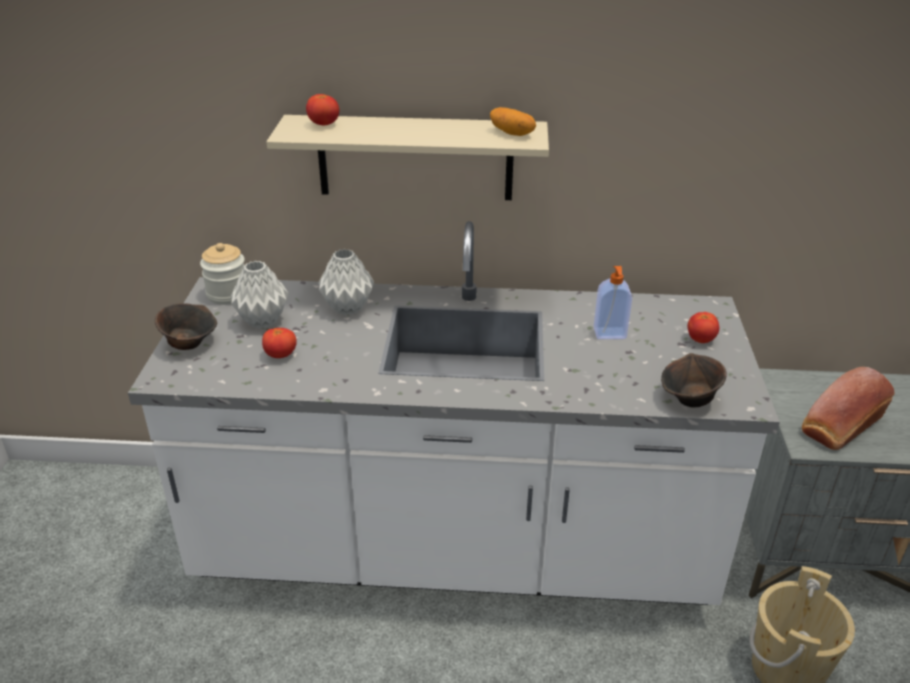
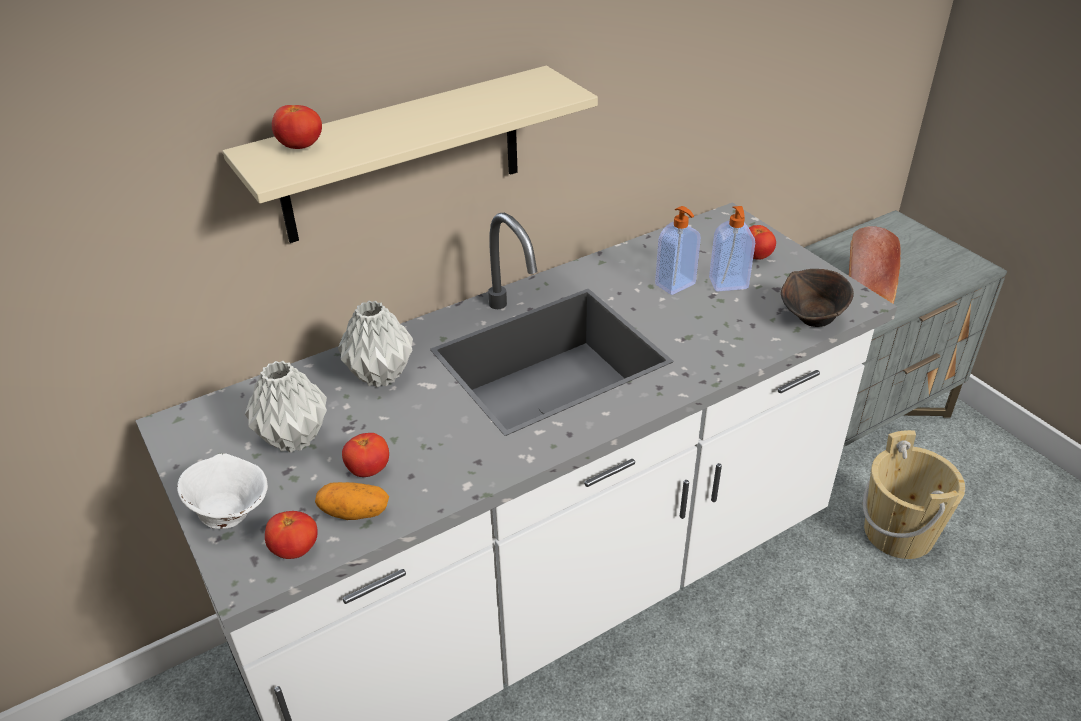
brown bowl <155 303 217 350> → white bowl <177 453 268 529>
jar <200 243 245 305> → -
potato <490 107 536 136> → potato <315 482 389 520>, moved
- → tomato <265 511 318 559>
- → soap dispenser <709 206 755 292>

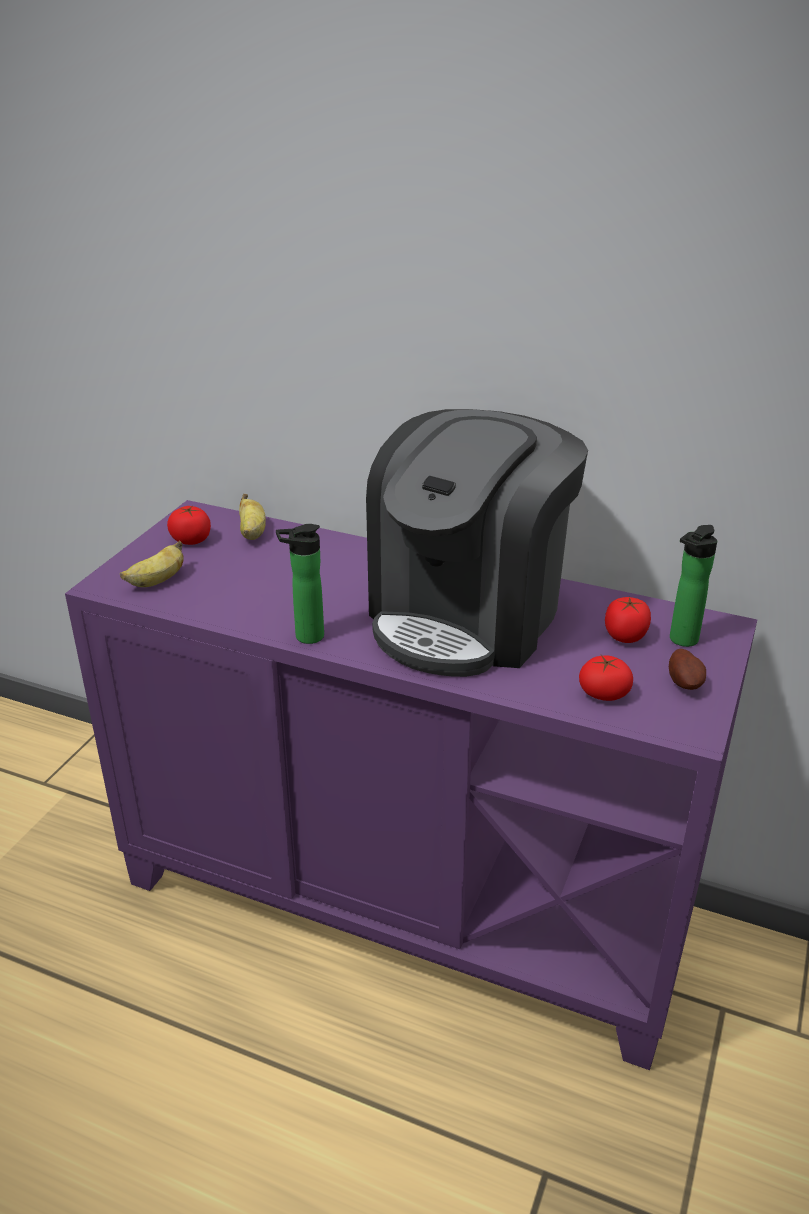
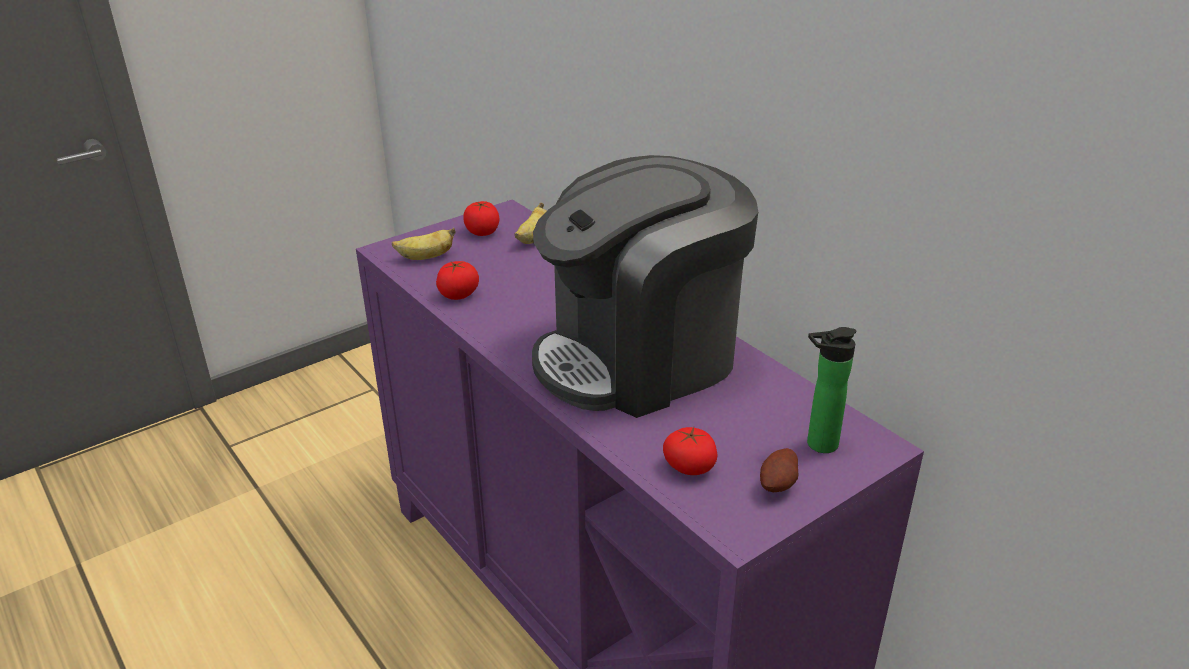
bottle <276 524 324 644> → -
tomato <605 597 651 643> → tomato <436 261 479 300>, moved

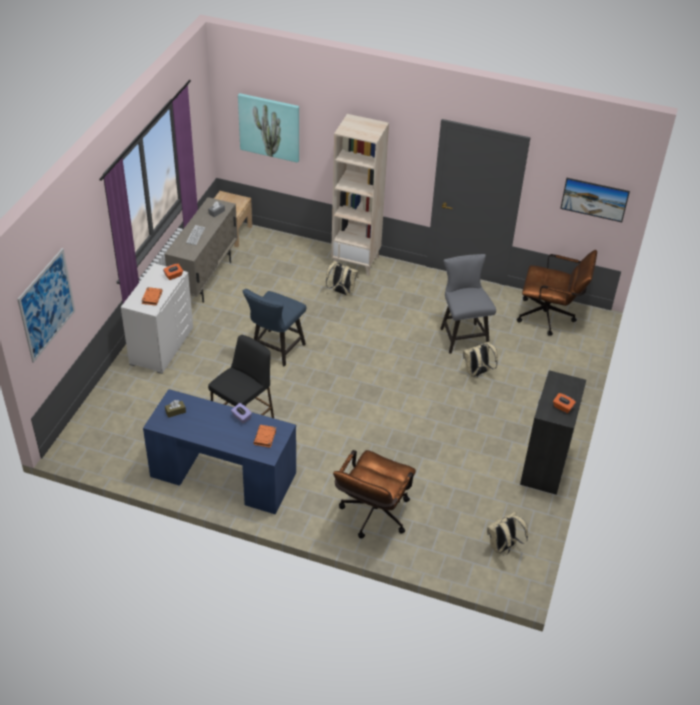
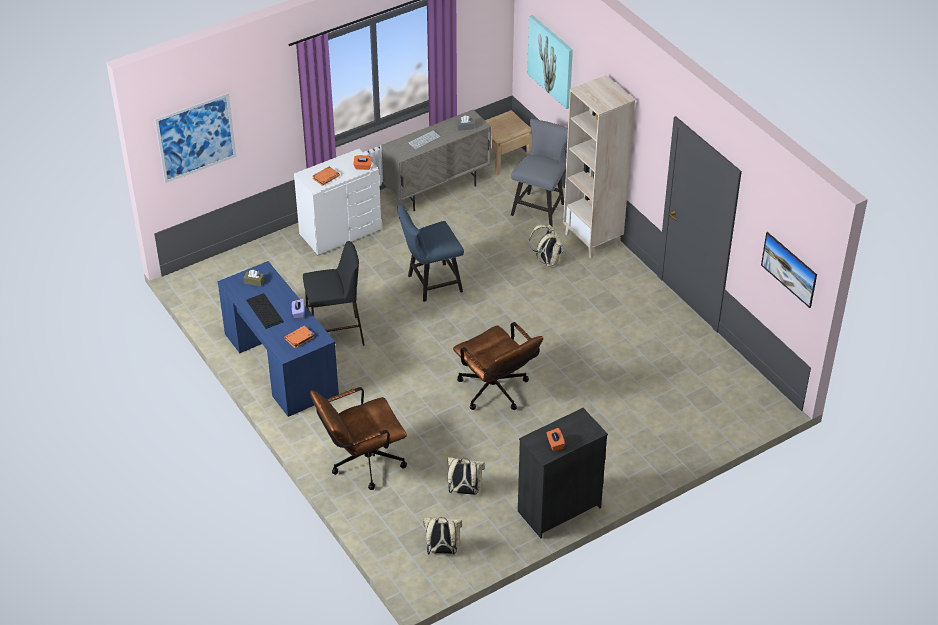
grey chair <440 254 496 354> → grey chair <511 119 568 226>, moved
beige backpack <463 341 498 377> → beige backpack <447 457 485 495>, moved
brown office chair <517 250 597 336> → brown office chair <453 322 543 410>, moved
- → keyboard <246 293 284 329>

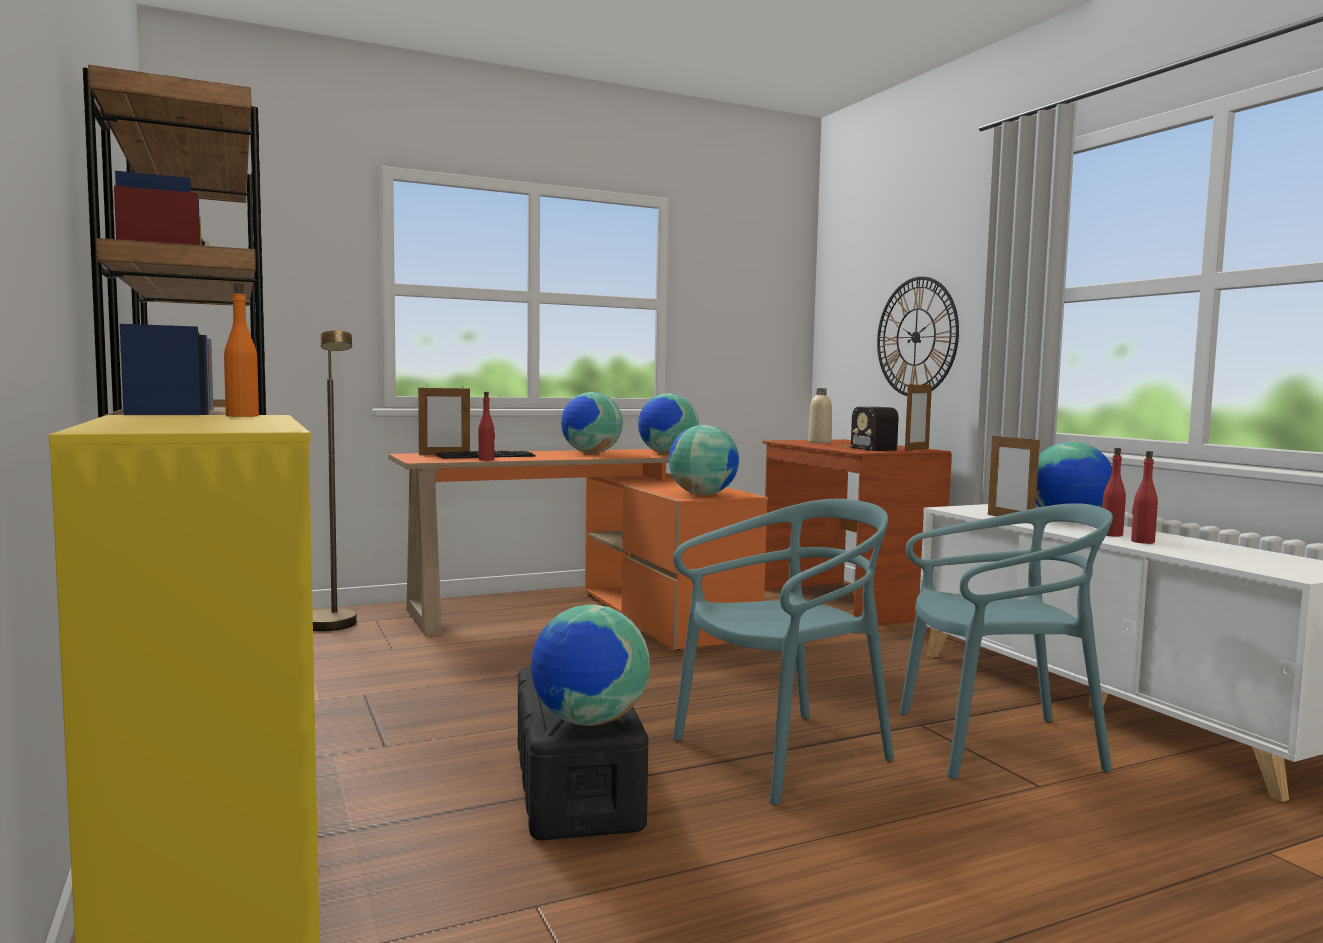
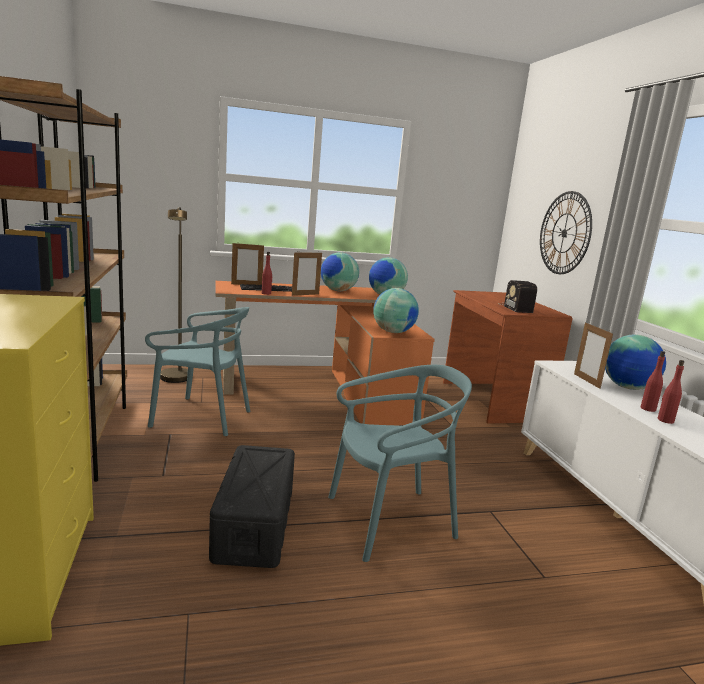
orange bottle <224 283 259 417> → -
globe <531 605 650 726> → -
beige bottle <808 388 832 443> → -
turquoise chair <899 503 1113 779> → turquoise chair <145 307 250 436>, moved
picture frame <905 385 932 451> → picture frame <292 251 322 296>, moved

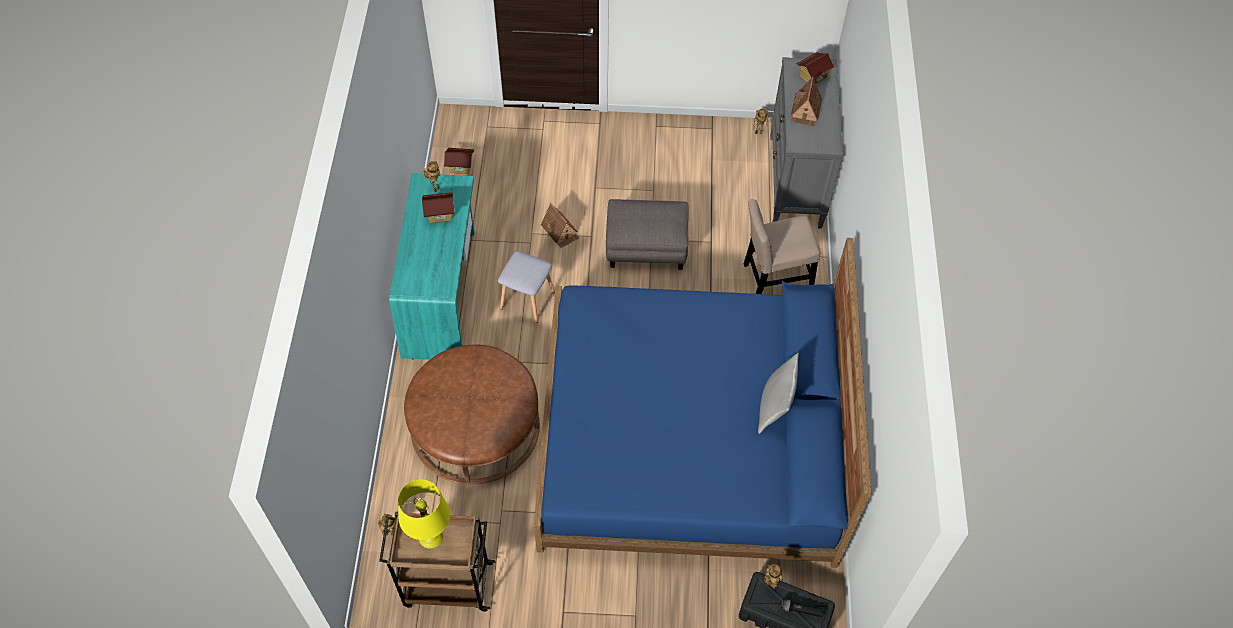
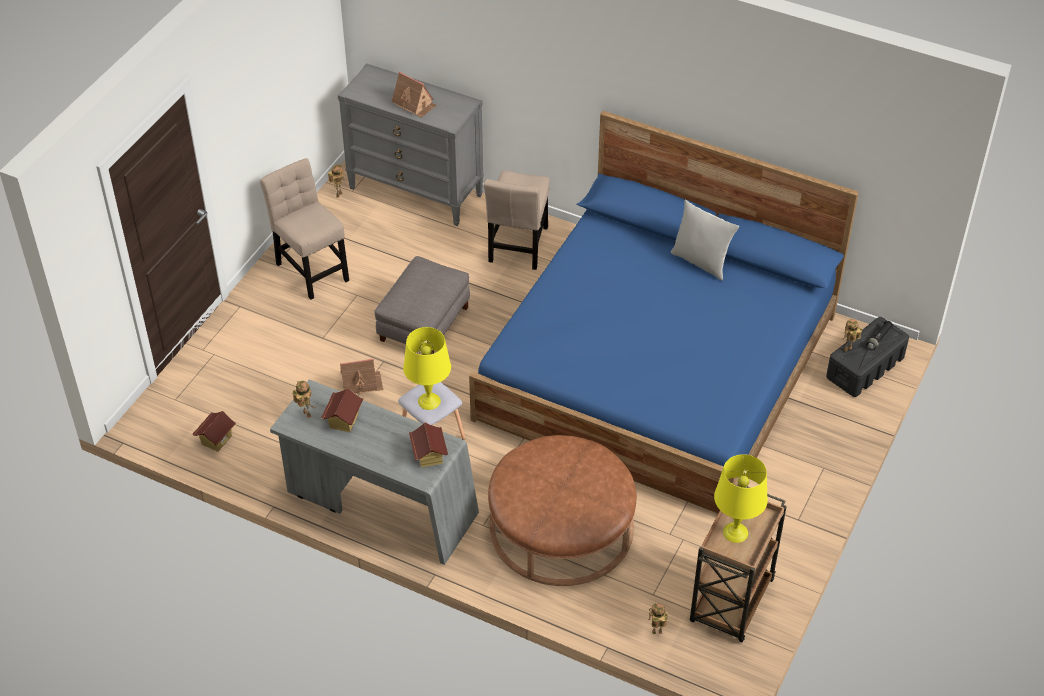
turquoise desk <389 173 475 360> → grey desk <270 379 479 565>
toy house <796 52 835 83> → toy house <409 422 448 467>, moved
- → beige chair <260 158 349 300>
- → yellow table lamp <403 327 451 410>

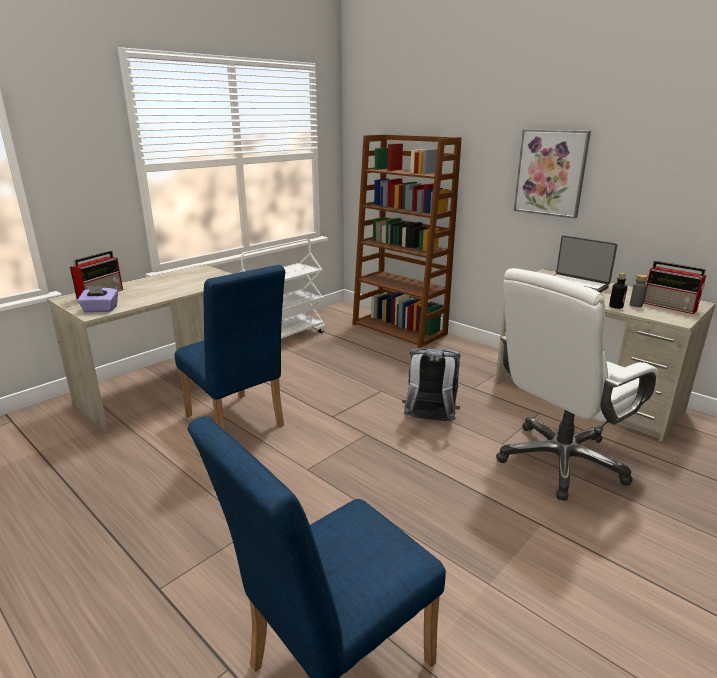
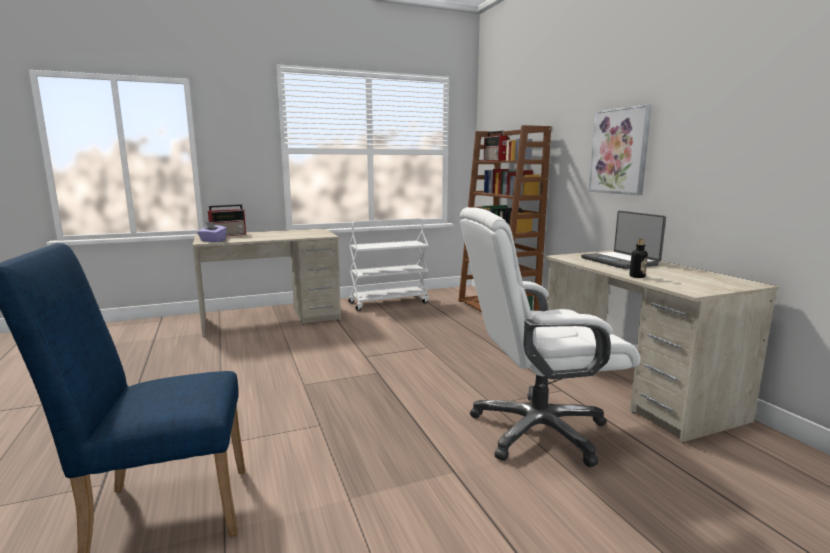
blue chair <175 265 285 431> → -
grey backpack <402 349 461 421> → -
grey bottle <630 274 648 307> → -
radio <644 261 706 314> → radio <484 131 509 161>, moved

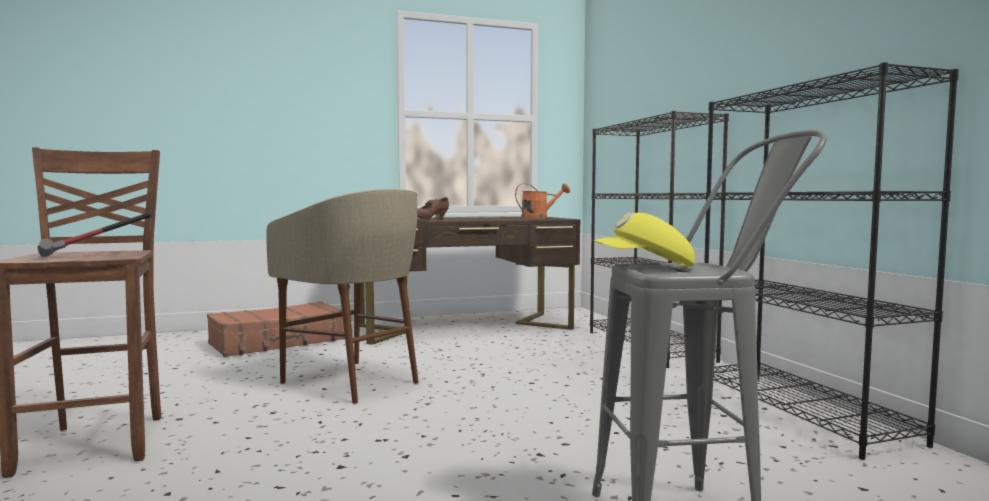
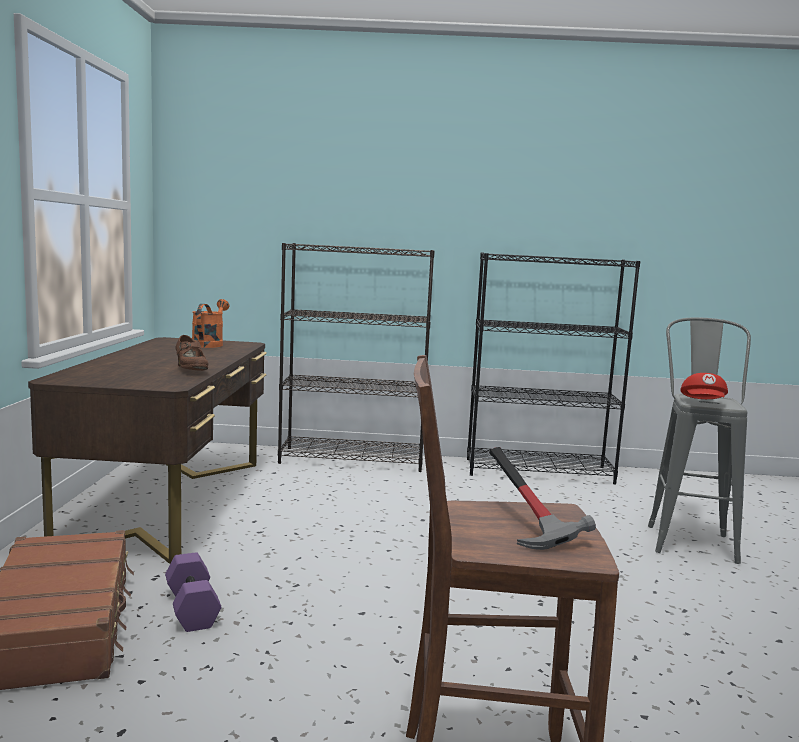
beige stool <266 189 419 403> → -
yellow cap <593 212 695 267> → red cap <680 373 728 399>
- → purple dumbbell <165 552 221 632>

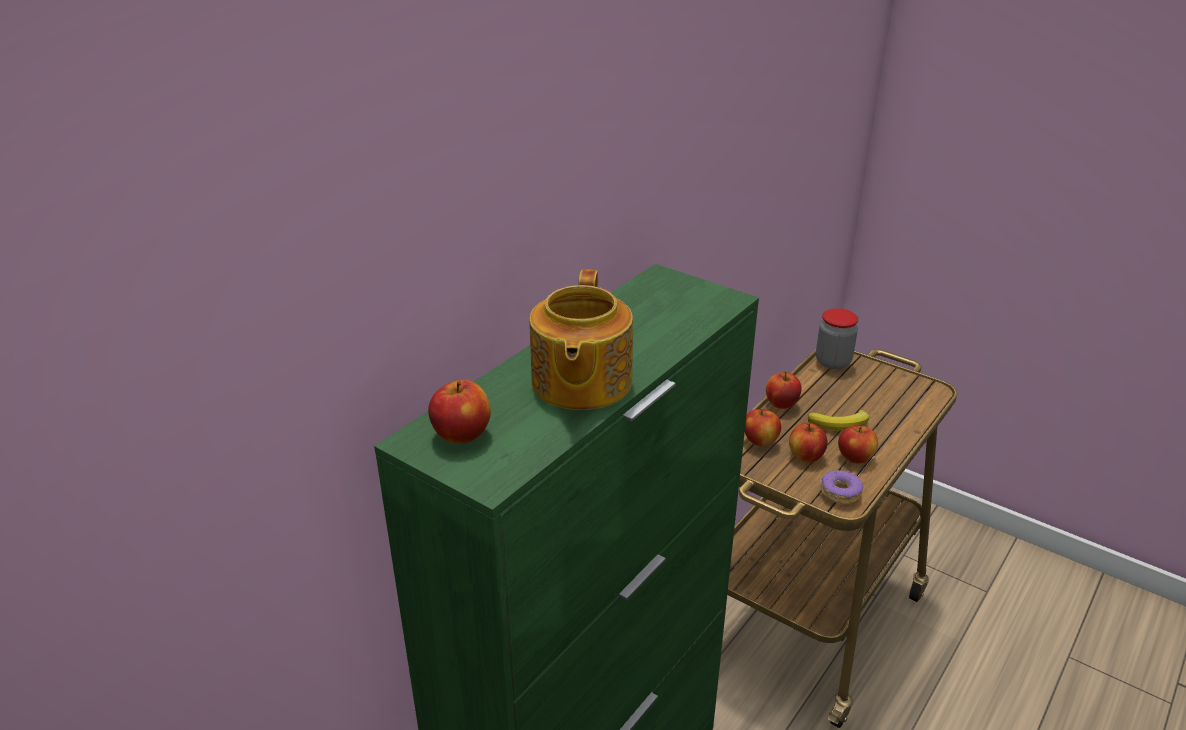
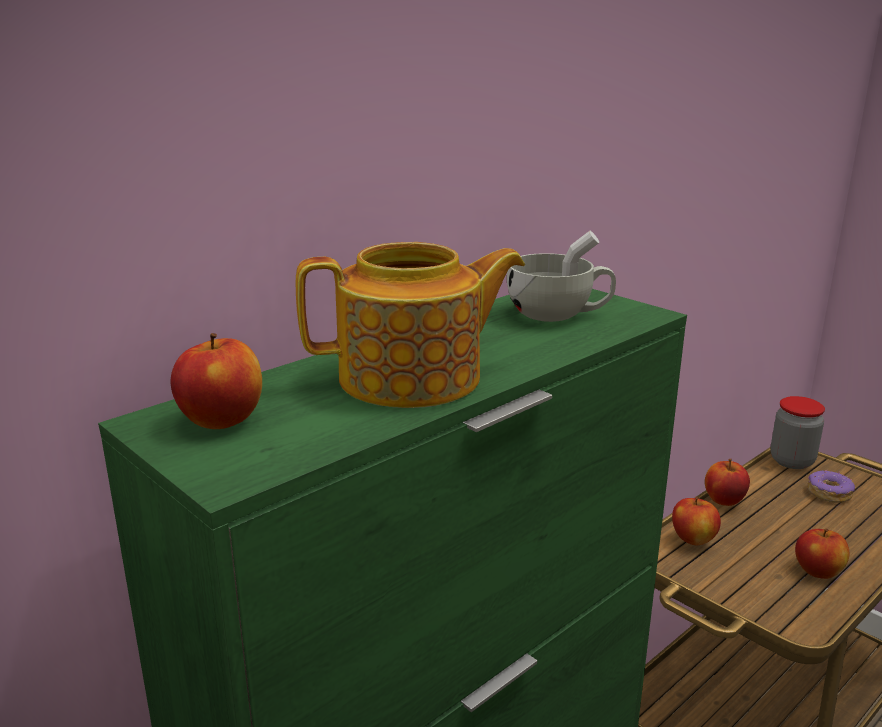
teapot <529 269 633 410> → teapot <296 242 525 408>, 120 degrees counterclockwise
apple <789 422 828 463> → -
banana <808 410 869 431> → -
donut <821 470 863 505> → donut <807 470 855 503>, moved
- → white cup <507 231 616 322>

